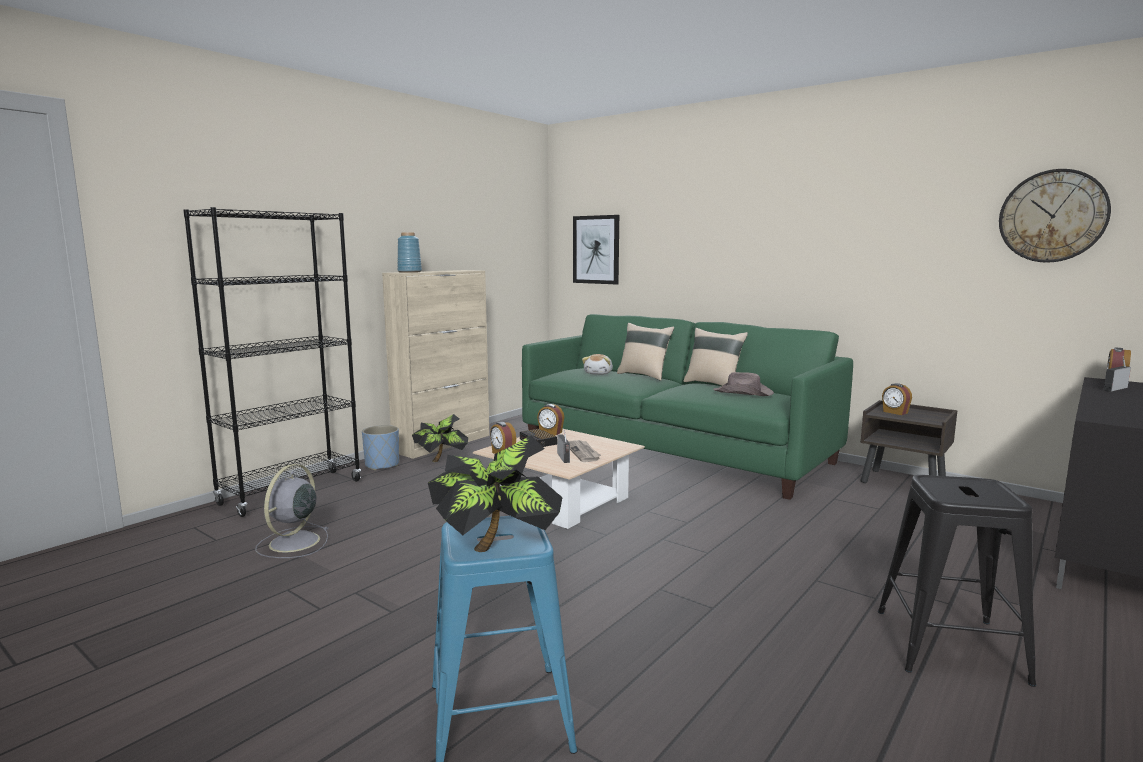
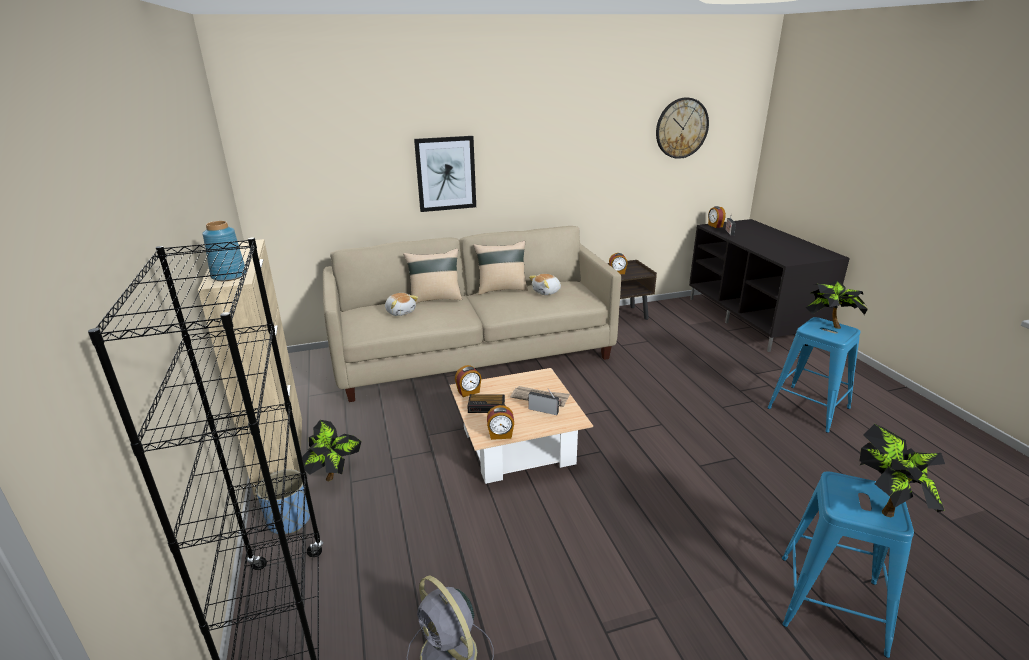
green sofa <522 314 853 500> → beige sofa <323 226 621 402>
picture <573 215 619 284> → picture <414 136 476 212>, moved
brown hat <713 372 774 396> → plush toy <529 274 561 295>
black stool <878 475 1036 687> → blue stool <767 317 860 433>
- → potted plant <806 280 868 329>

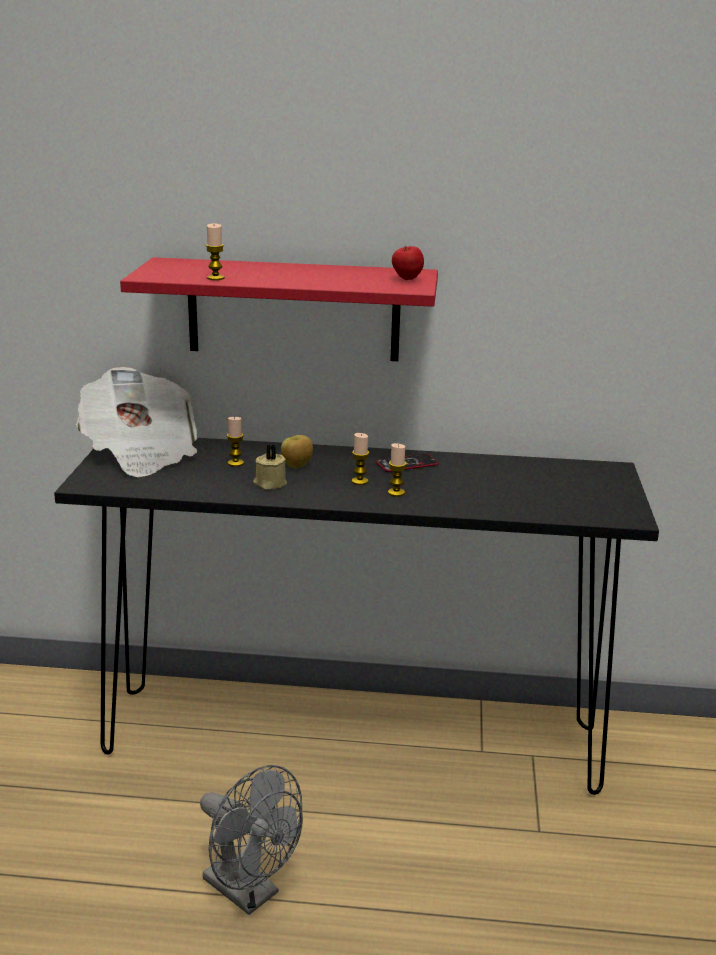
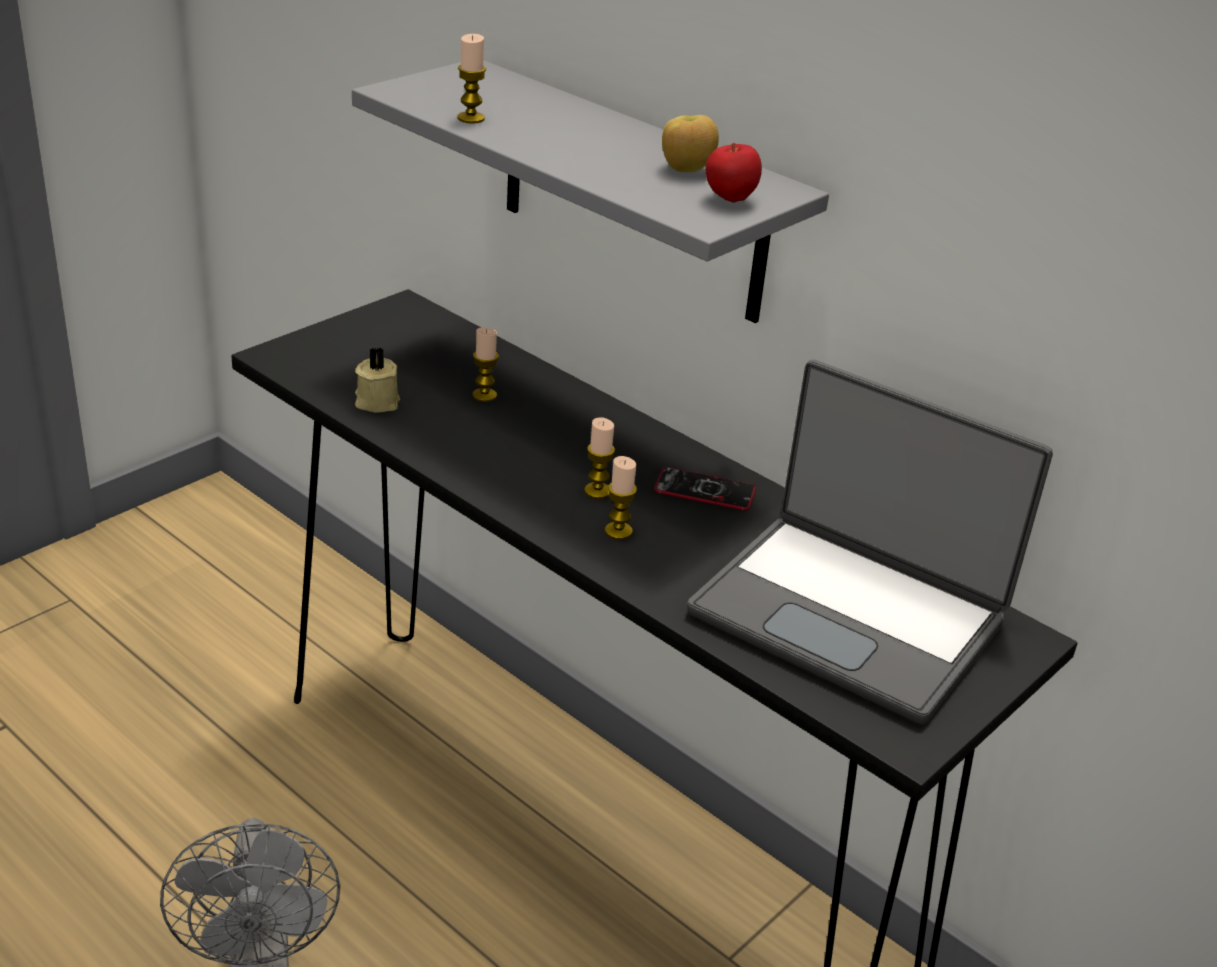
newspaper <76 367 197 477> → -
red shelf <120 257 438 361> → grey shelf <352 60 829 323>
beige candle <253 444 287 490> → beige candle <355 347 400 413>, moved
apple <281 435 313 469> → apple <662 115 719 172>, moved
- → laptop <687 360 1053 724>

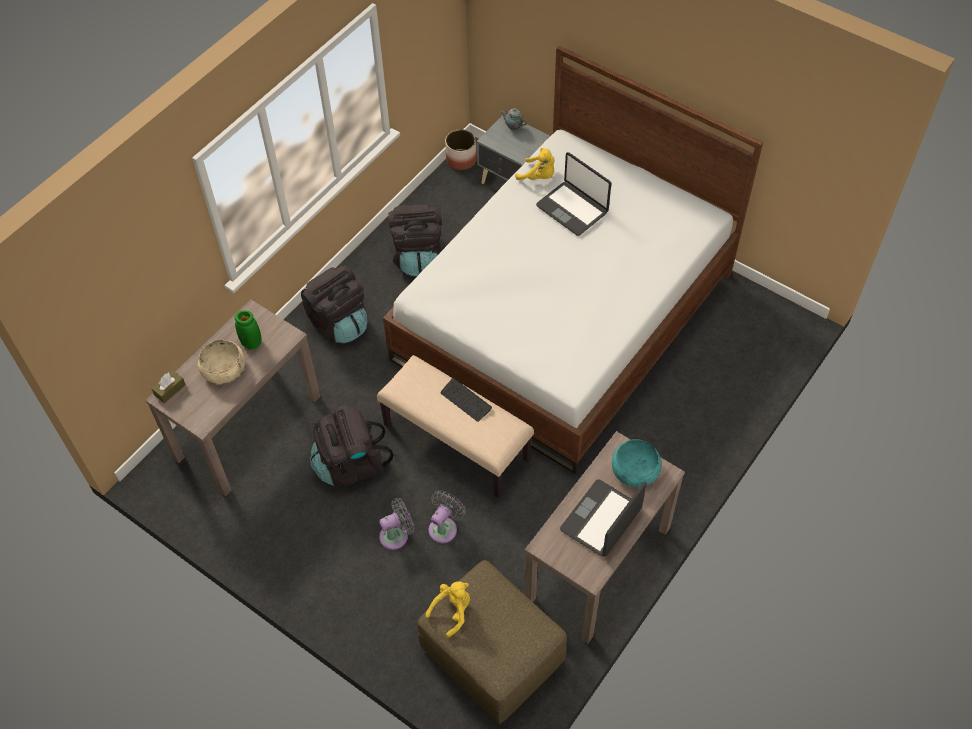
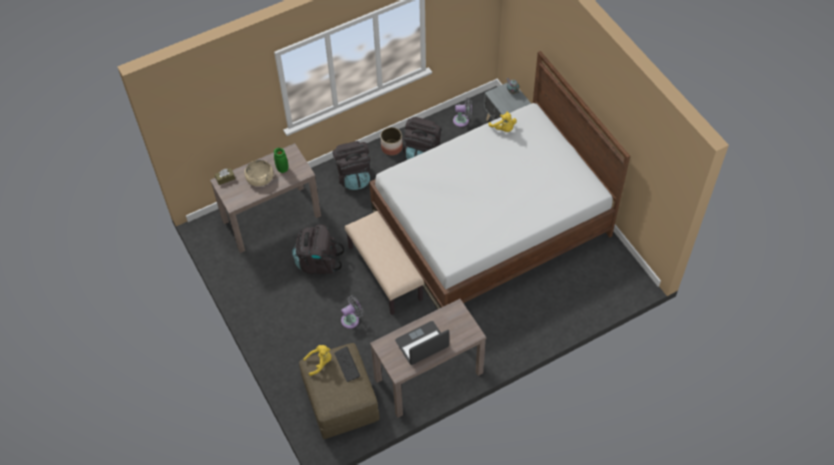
grey fan <379 498 414 550> → grey fan <453 97 472 127>, moved
keyboard <440 378 492 422> → keyboard <335 347 360 382>, moved
planter <445 129 477 170> → planter <381 127 403 155>, moved
laptop <536 152 611 236> → -
turquoise bowl <612 439 662 487> → -

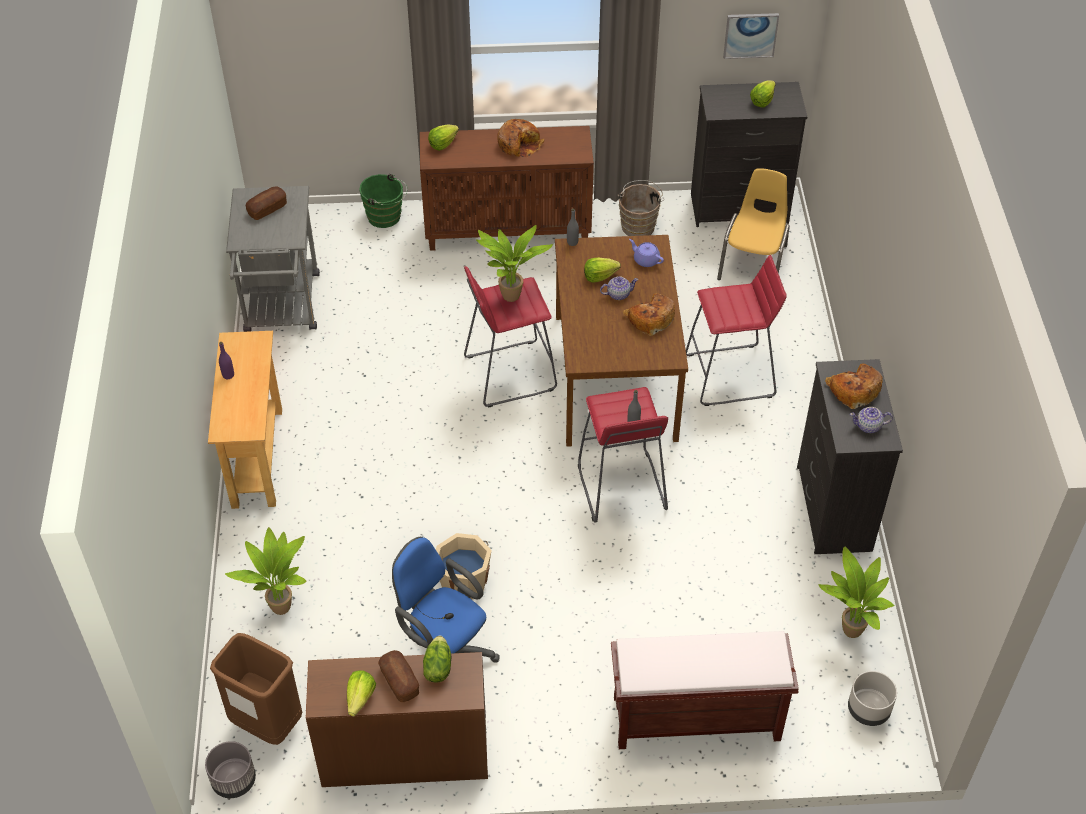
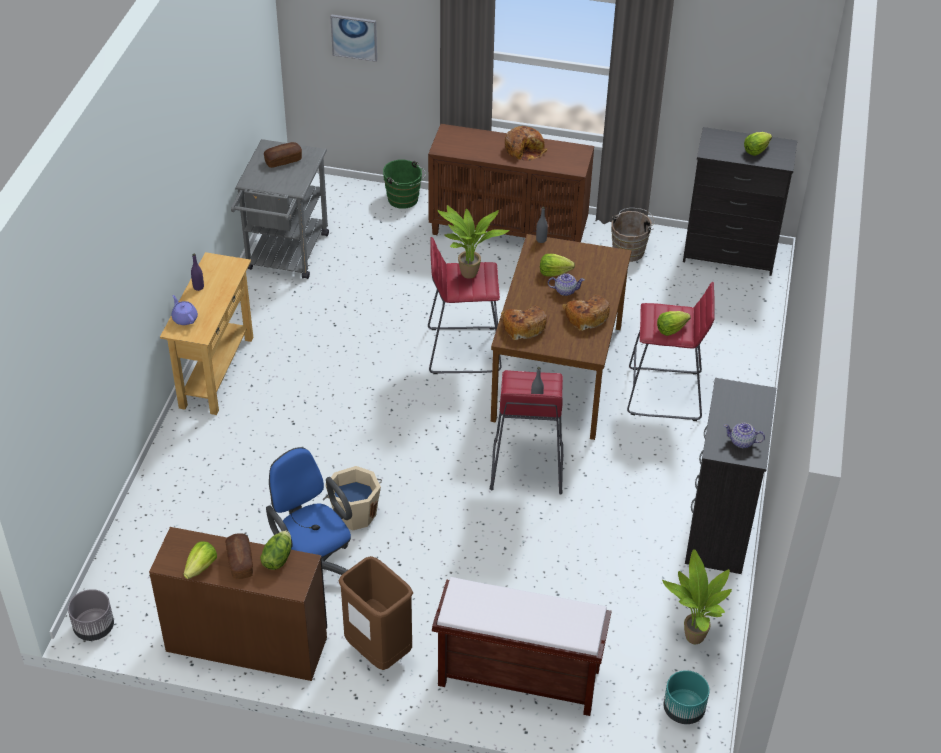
brown trash can <210 633 302 745> → brown trash can <338 556 413 670>, moved
potted plant <225 527 306 615> → -
lettuce <428 124 459 151> → lettuce <657 311 691 336>, moved
purple teapot <629 239 664 267> → purple teapot <171 295 198 325>, moved
yellow chair <717 168 790 280> → -
picture <723 13 779 59> → picture <330 14 377 62>, moved
bread <825 363 883 409> → bread <501 306 547 340>, moved
grey planter <848 671 897 726> → turquoise planter <664 670 710 724>

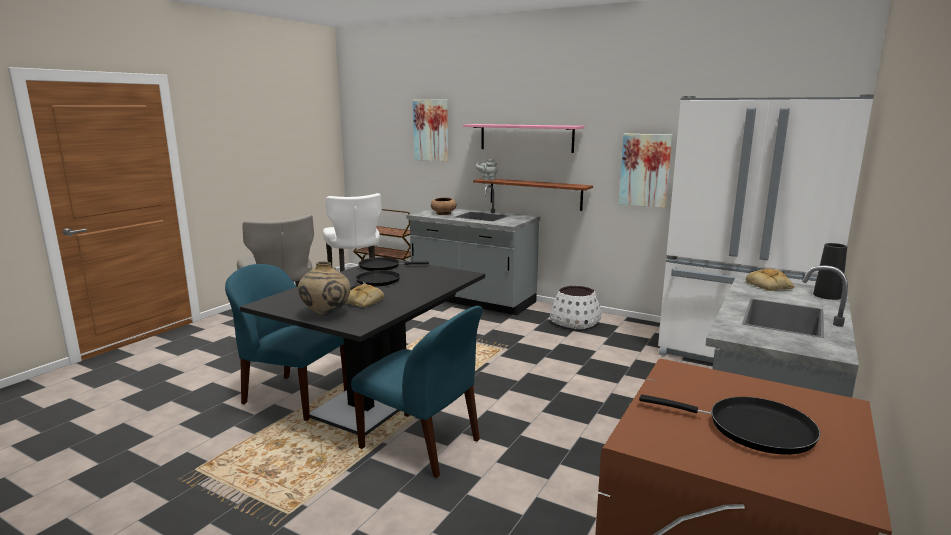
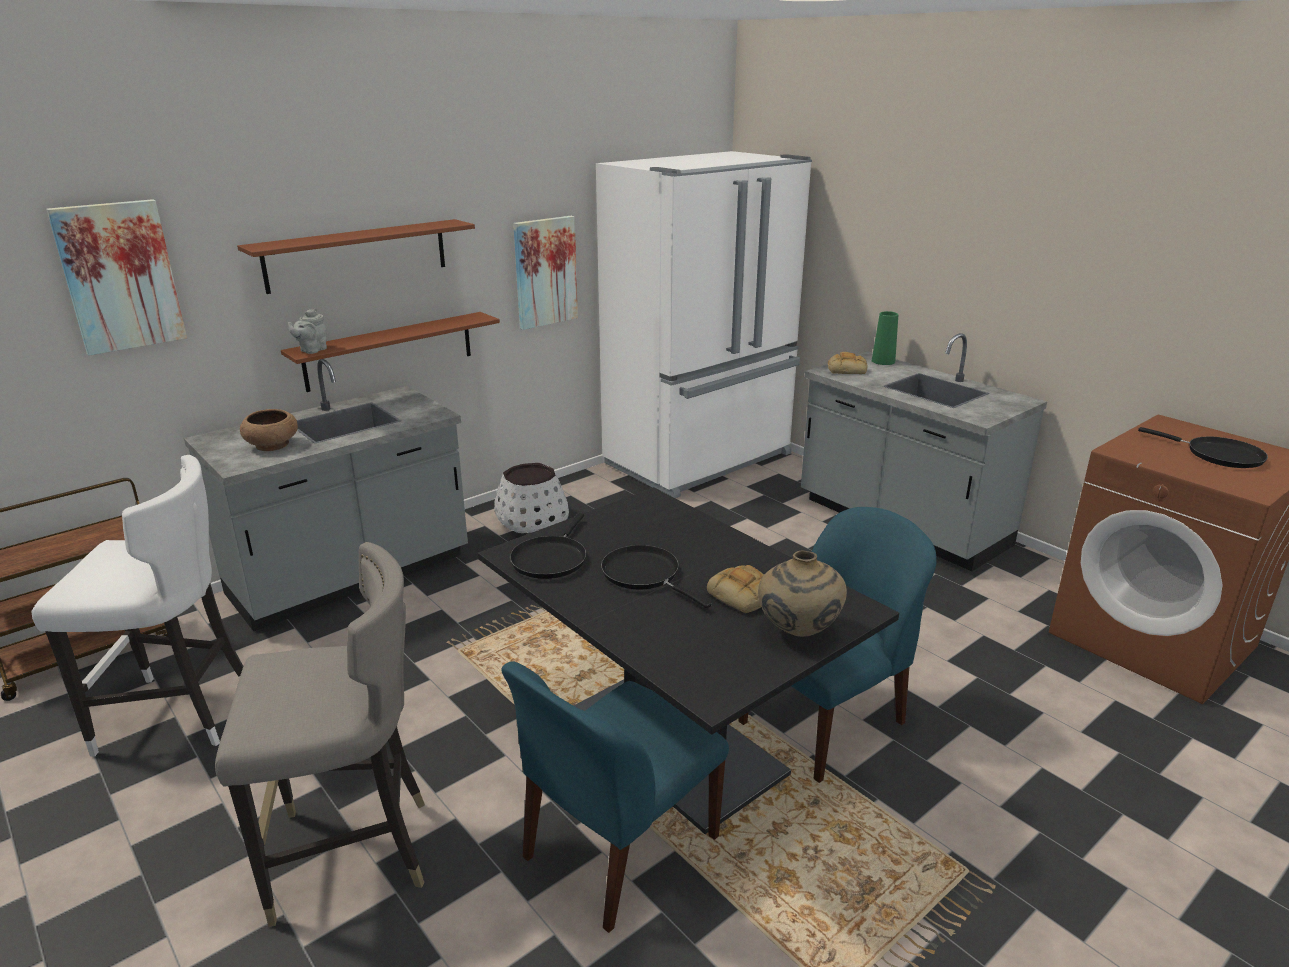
pink shelf <463 124 585 153> → brown shelf <237 219 475 294>
black frying pan <639 395 820 455> → black frying pan <1138 427 1268 468>, 90 degrees clockwise
black vase <813 243 847 300> → green vase <872 311 898 365>

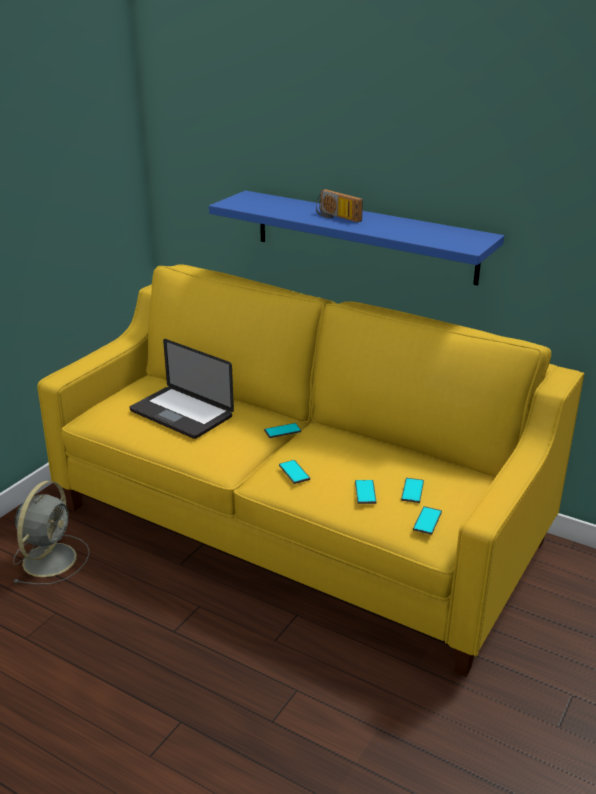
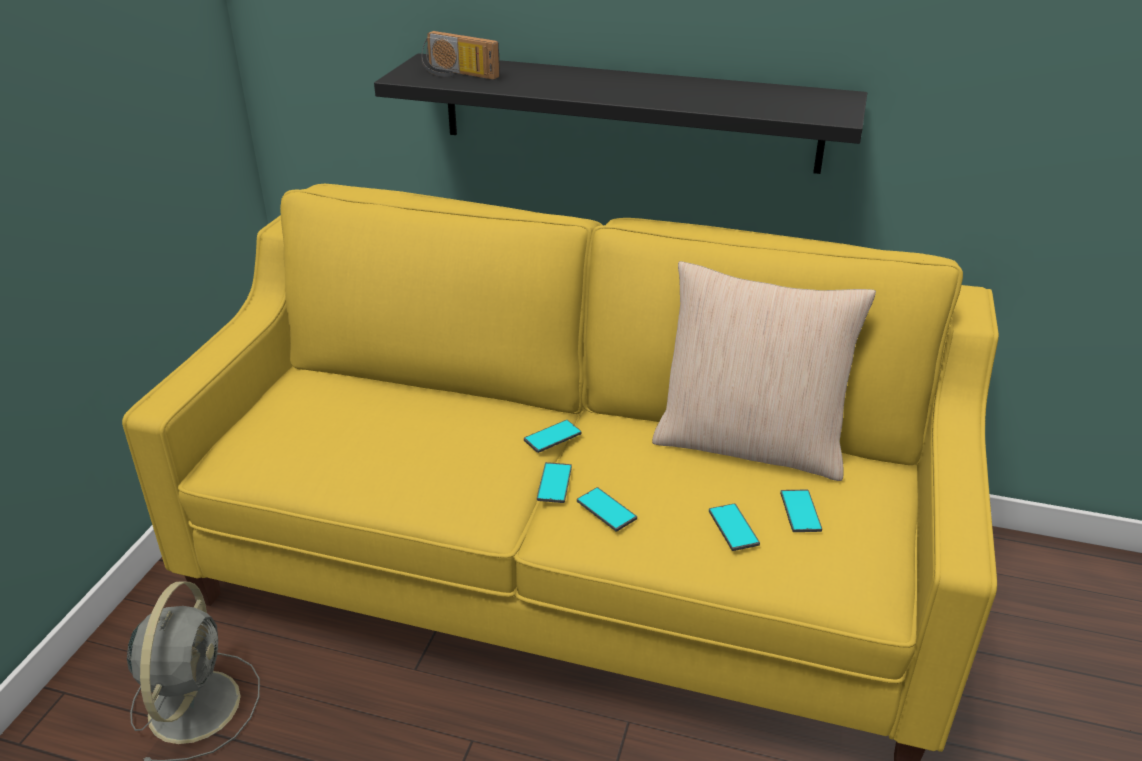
laptop <130 339 234 439> → -
blue shelf <209 190 504 286> → black shelf <374 53 867 174>
radio <316 189 363 222> → radio <421 31 500 80>, moved
phone <413 506 442 535> → phone <537 462 572 503>, moved
- → beige pillow <652 261 876 481>

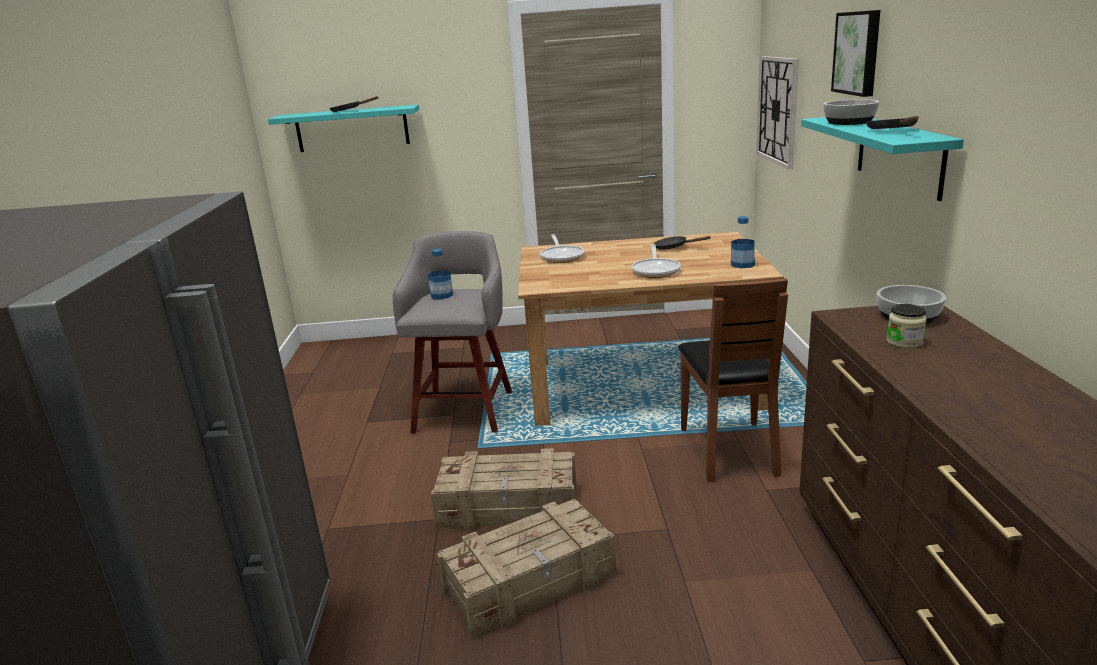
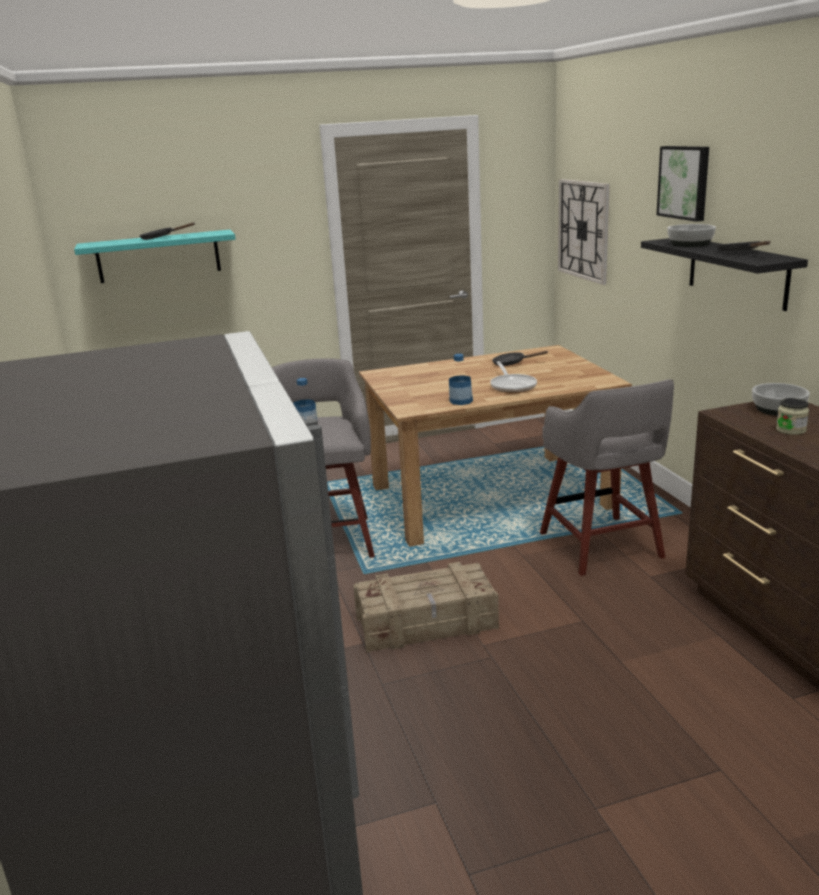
crate <437 499 616 639> → -
frying pan <540 234 584 263> → -
brown chair <678 278 788 482> → grey stool <540 379 674 576>
bottle <731 216 755 268> → bottle <449 354 473 405>, moved
turquoise shelf <801 117 964 201> → black shelf <641 238 808 311>

